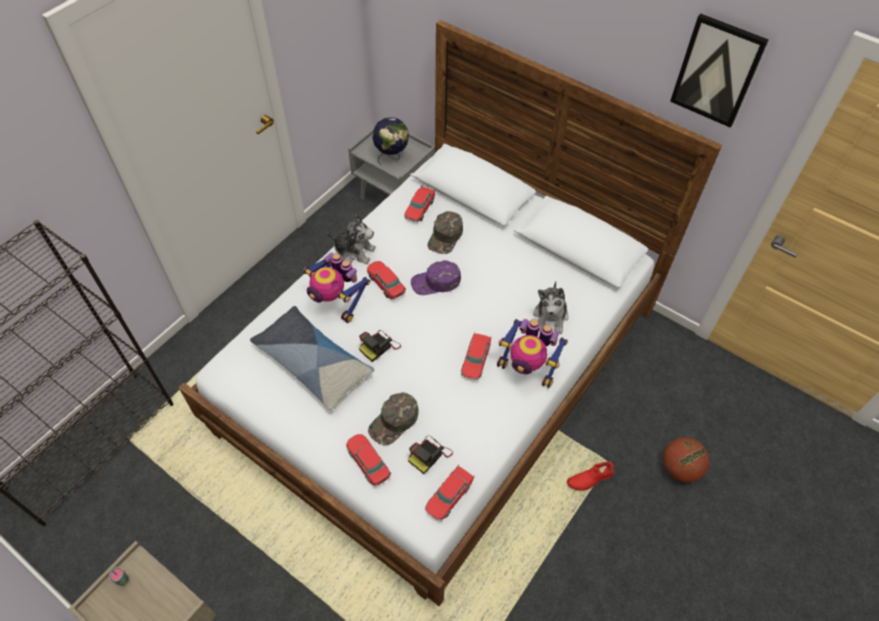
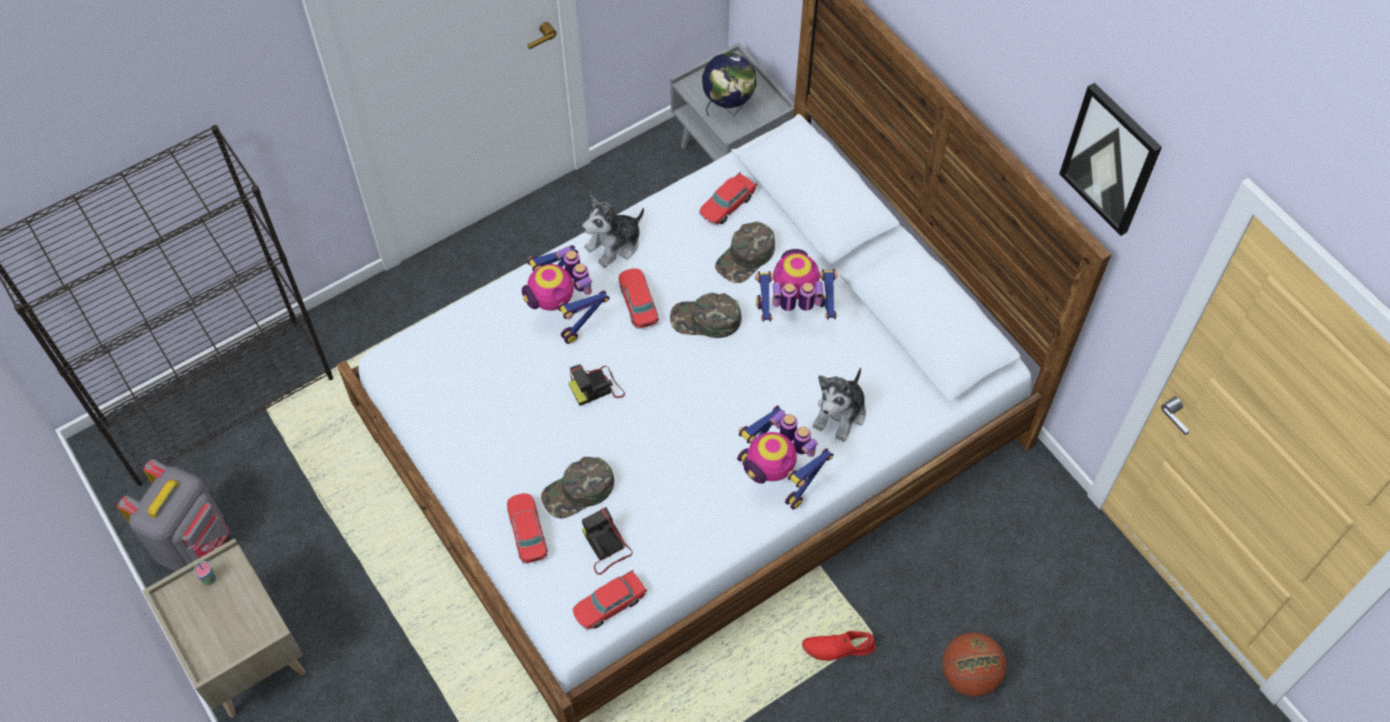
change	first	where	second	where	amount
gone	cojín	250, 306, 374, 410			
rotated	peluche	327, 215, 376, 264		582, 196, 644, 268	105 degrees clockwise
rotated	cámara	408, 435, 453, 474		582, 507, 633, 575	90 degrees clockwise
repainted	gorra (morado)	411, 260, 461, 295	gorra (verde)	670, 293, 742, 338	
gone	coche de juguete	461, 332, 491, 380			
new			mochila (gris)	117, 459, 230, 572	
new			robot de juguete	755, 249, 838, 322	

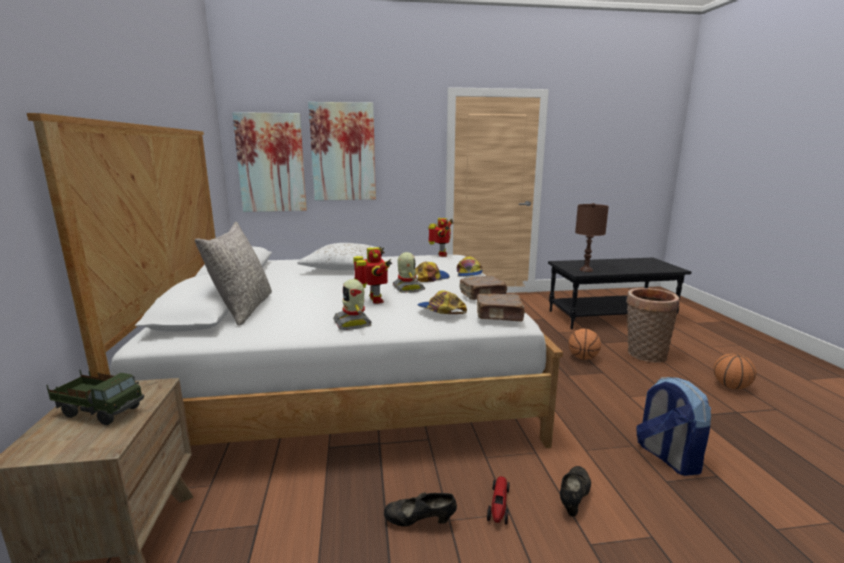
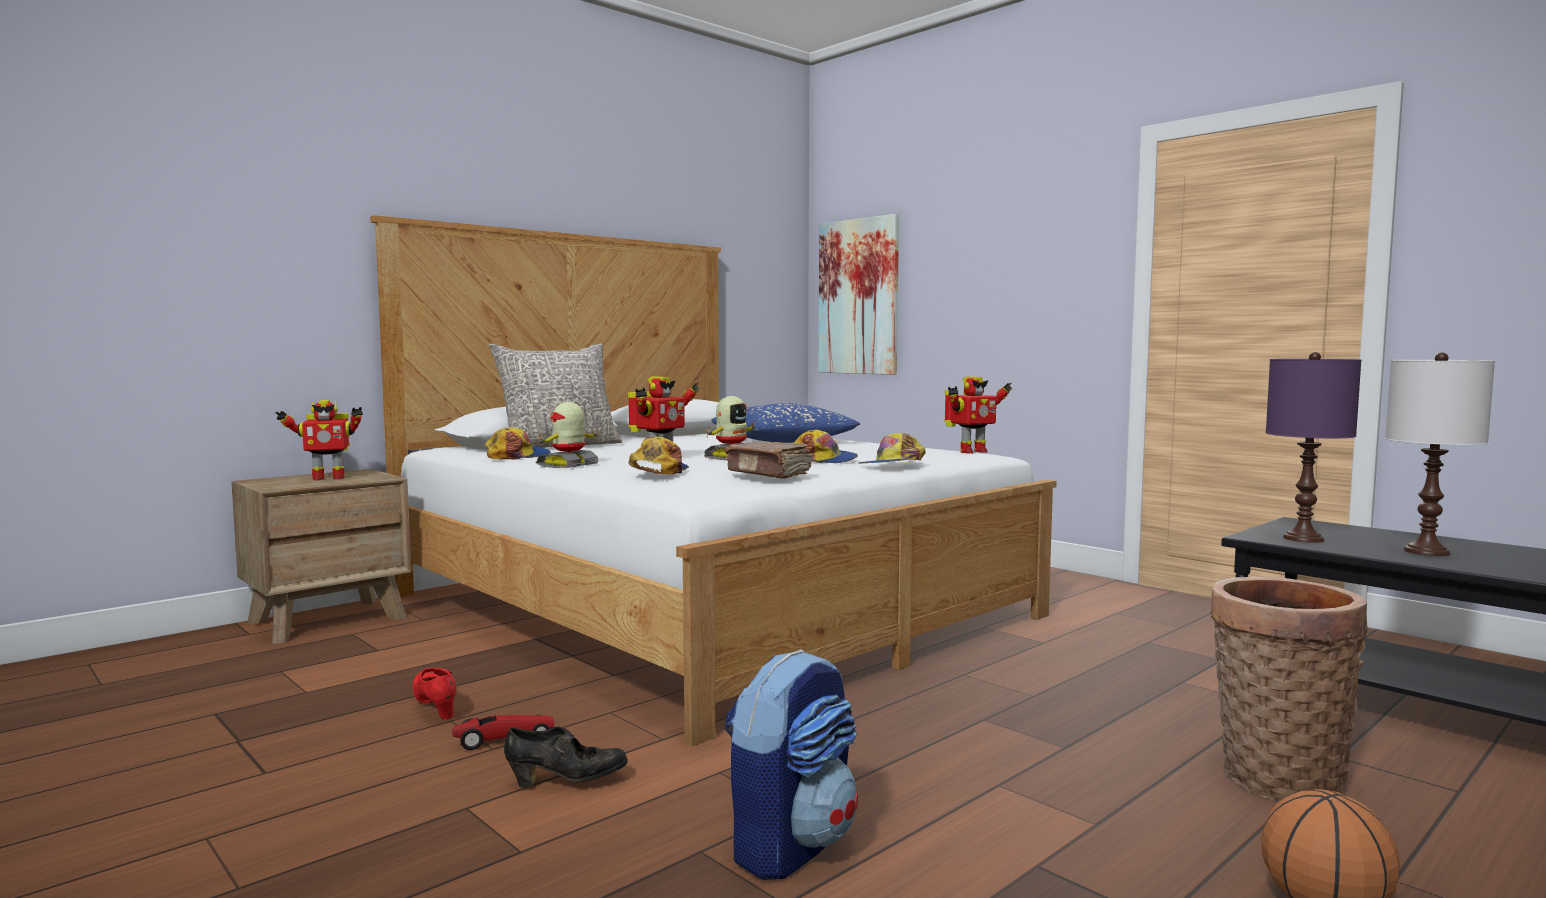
change	first	where	second	where	amount
swapped	camión de juguete	46, 369, 144, 425	robot de juguete	275, 400, 363, 480	
repainted	cojín (blanco)	297, 243, 376, 270	cojín (azul)	711, 403, 860, 443	
gone	cuadro	308, 102, 376, 201			
repainted	zapato (negro)	384, 492, 457, 527	zapato (rojo)	413, 667, 457, 720	
gone	libro (marrón)	476, 294, 525, 321			
gone	balón de baloncesto	568, 328, 601, 360			
repainted	lámpara de mesa (marrón)	575, 203, 609, 272	lámpara de mesa (morado)	1266, 352, 1361, 543	
new			gorra	484, 428, 551, 459	
new			lámpara de mesa (blanco)	1385, 352, 1495, 556	

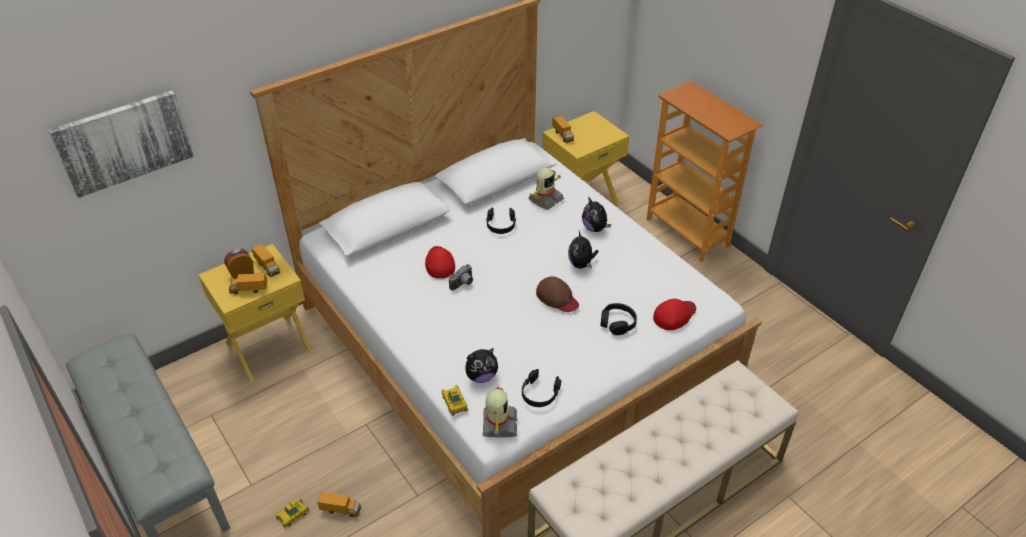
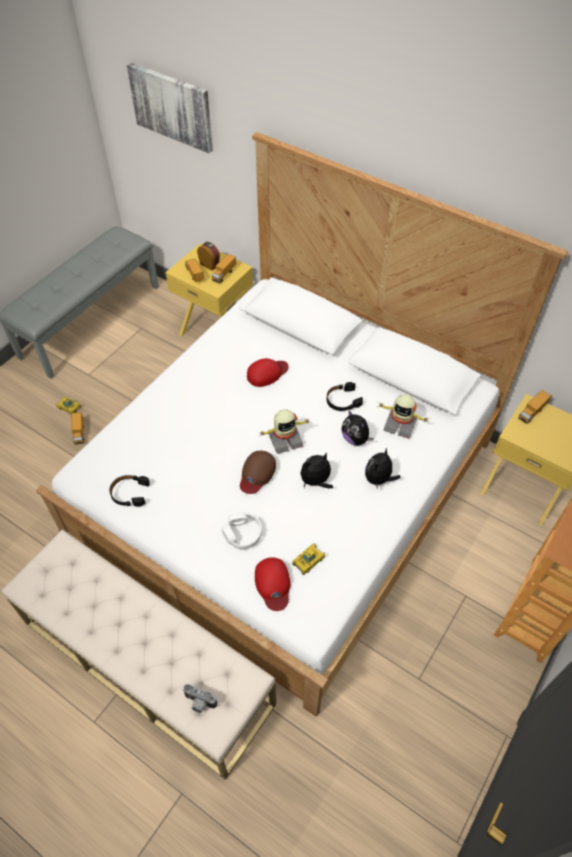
change	first	where	second	where	amount
shifted	coche de juguete	442, 385, 468, 416		292, 544, 325, 575	
shifted	cámara	449, 264, 473, 291		182, 684, 217, 713	
shifted	peluche	465, 348, 498, 383		342, 411, 374, 445	
shifted	robot de juguete	483, 385, 517, 439		259, 409, 311, 454	
repainted	auriculares (negro)	600, 303, 637, 335	auriculares (blanco)	222, 512, 262, 550	
rotated	gorra (rojo)	653, 299, 696, 330		255, 557, 290, 611	45 degrees clockwise

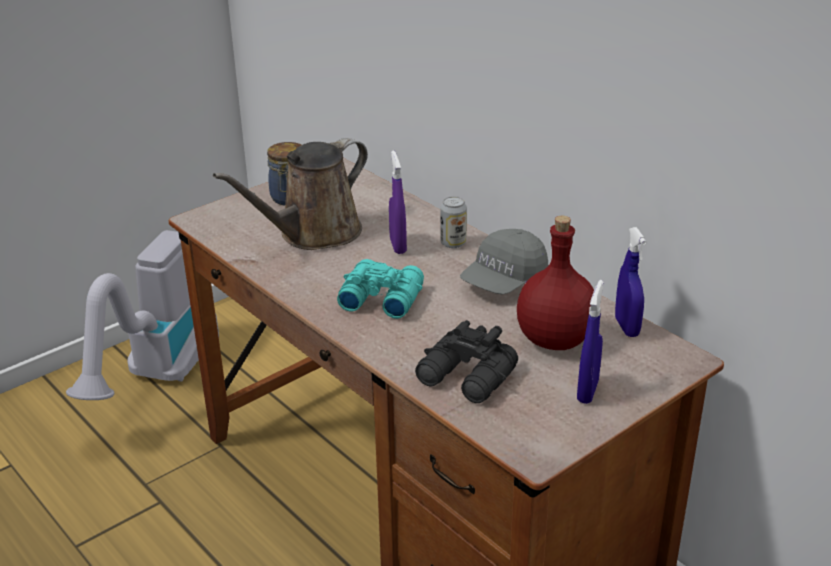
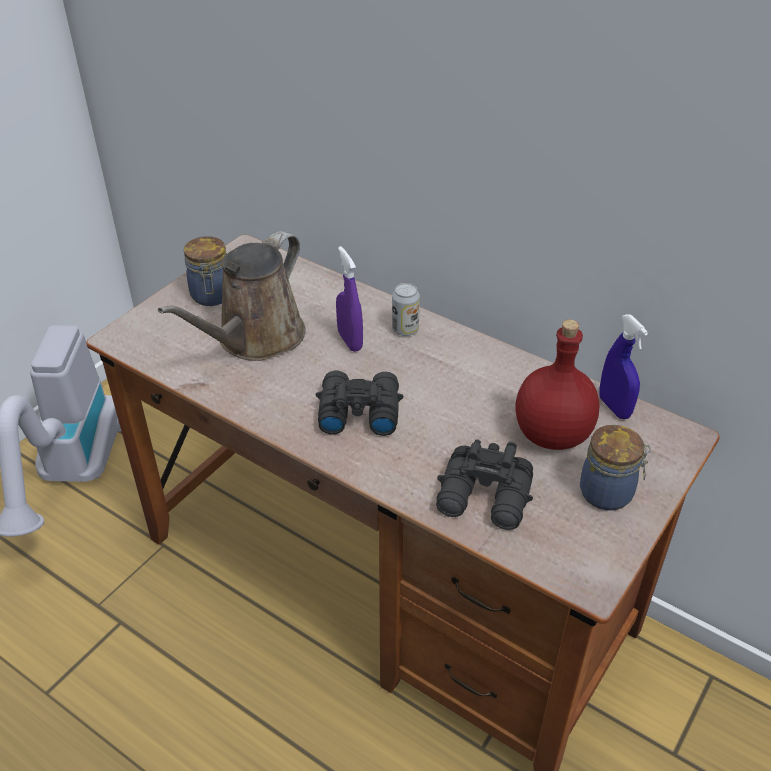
change	first	where	second	where	amount
repainted	prismáticos (turquesa)	337, 259, 424, 319	prismáticos (negro)	316, 370, 403, 436	
gone	gorra (gris)	460, 229, 548, 294			
swapped	pulverizador (azul)	577, 280, 604, 404	tarro	580, 425, 651, 511	

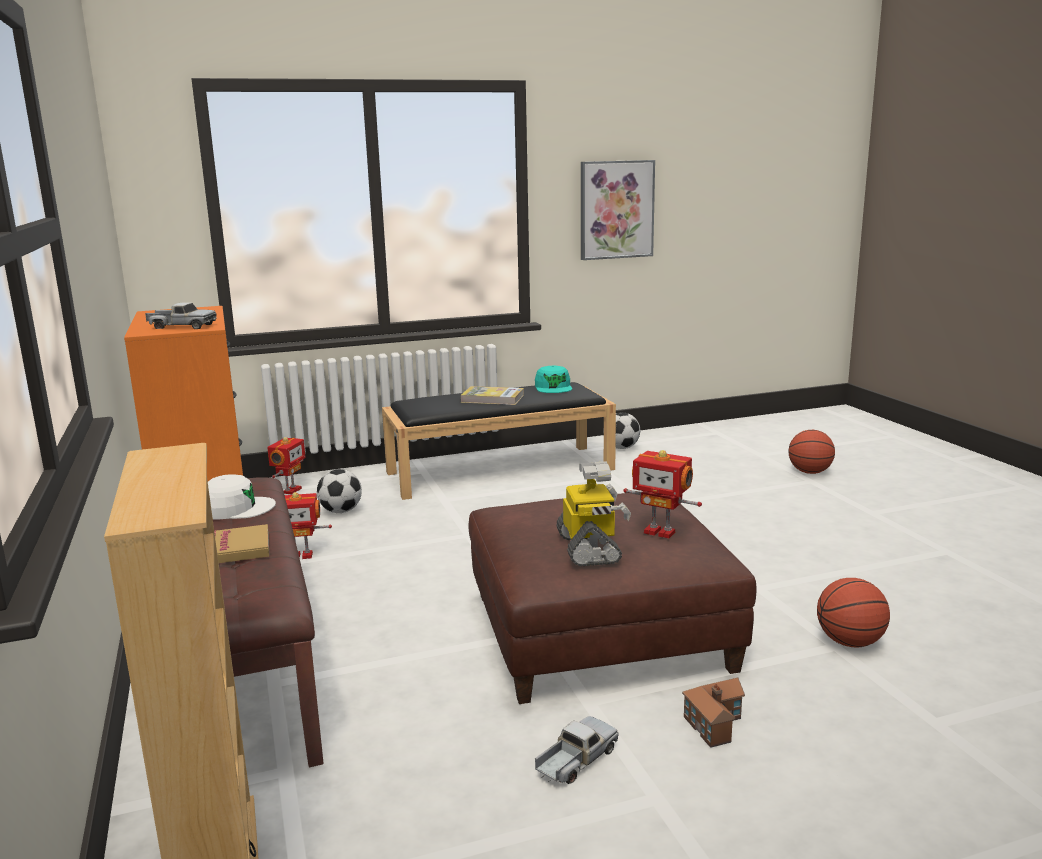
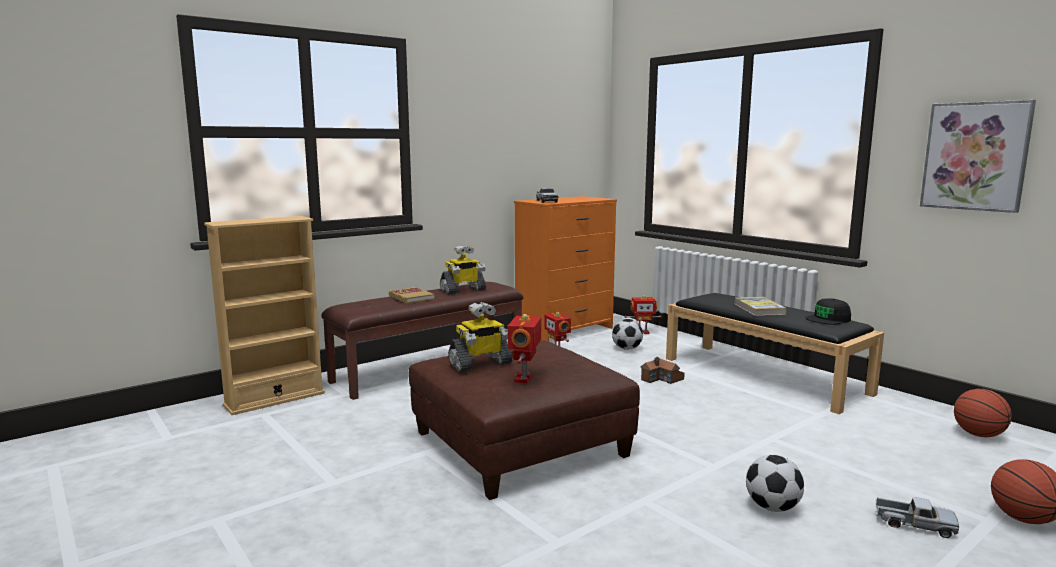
change	first	where	second	where	amount
swapped	gorra (blanco)	208, 474, 276, 520	robot de juguete	440, 245, 486, 294	
repainted	gorra (turquesa)	535, 366, 572, 393	gorra (negro)	806, 298, 851, 325	
shifted	camión de juguete	535, 716, 619, 784		875, 497, 959, 538	
shifted	balón de fútbol	603, 412, 640, 449		746, 455, 804, 512	
shifted	casita	682, 678, 745, 748		640, 357, 685, 384	
shifted	balón de baloncesto	817, 578, 890, 647		954, 389, 1012, 437	

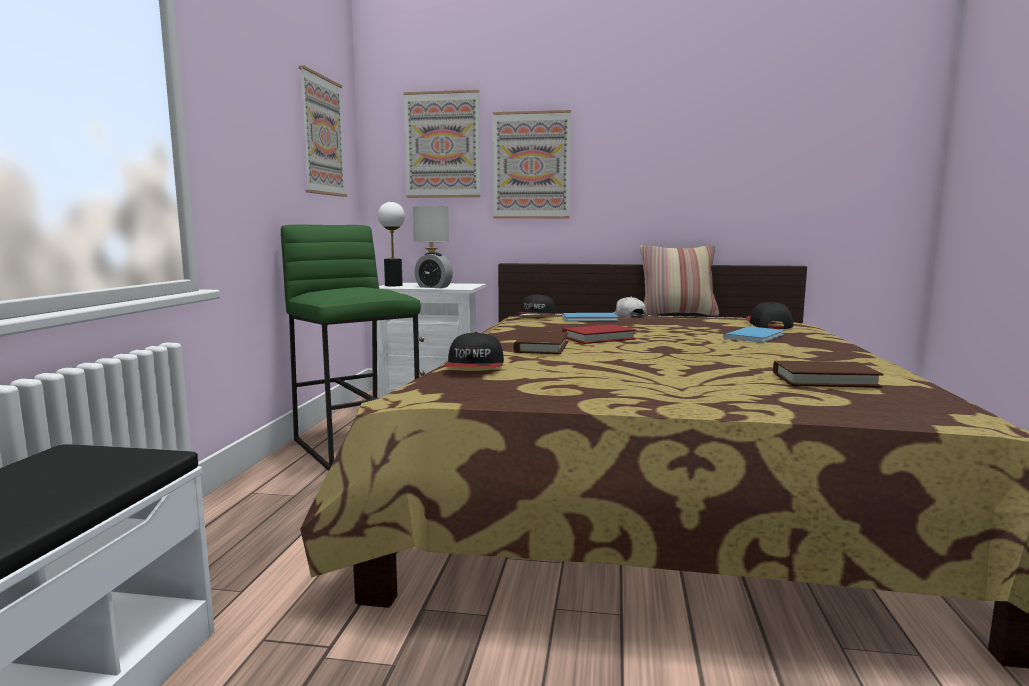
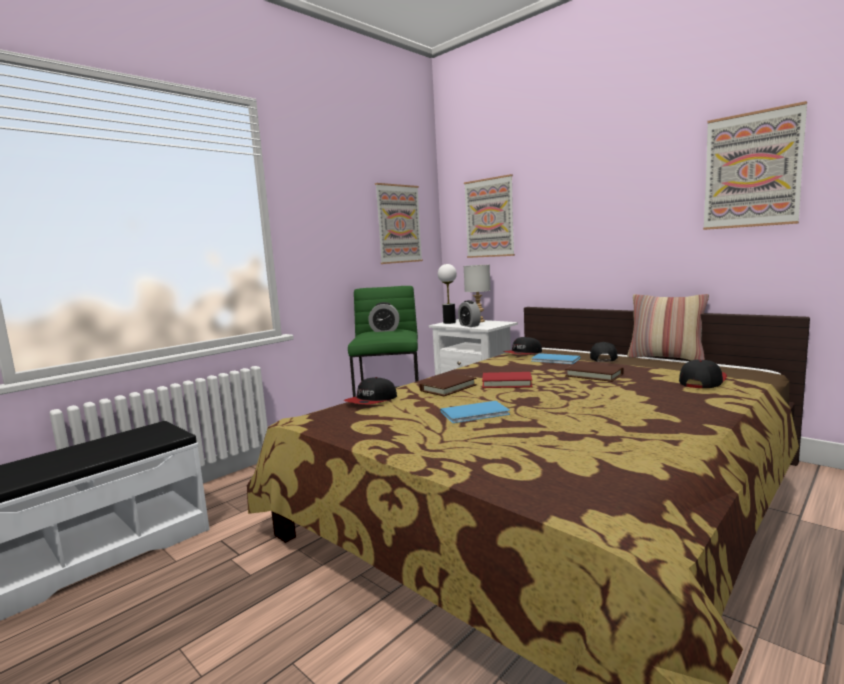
change	first	where	second	where	amount
shifted	cuadro	493, 110, 571, 219		703, 101, 807, 230	
repainted	gorra (blanco)	613, 296, 646, 318	gorra (negro)	590, 342, 618, 362	
shifted	libro (azul)	723, 326, 785, 343		440, 401, 510, 423	
shifted	libro (marrón)	773, 361, 884, 388		565, 363, 624, 382	
new			despertador	368, 302, 400, 332	

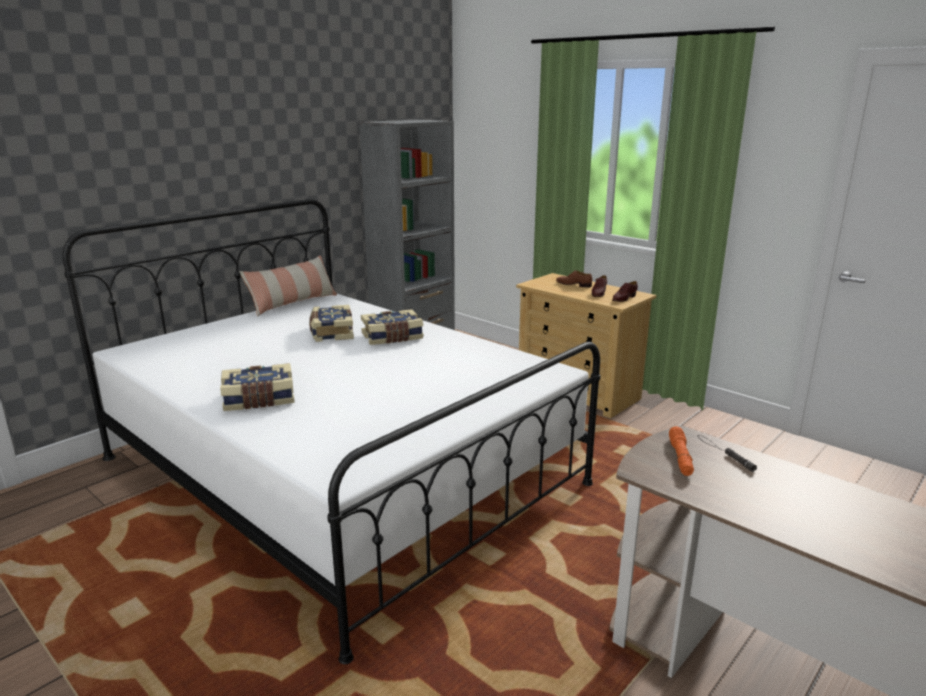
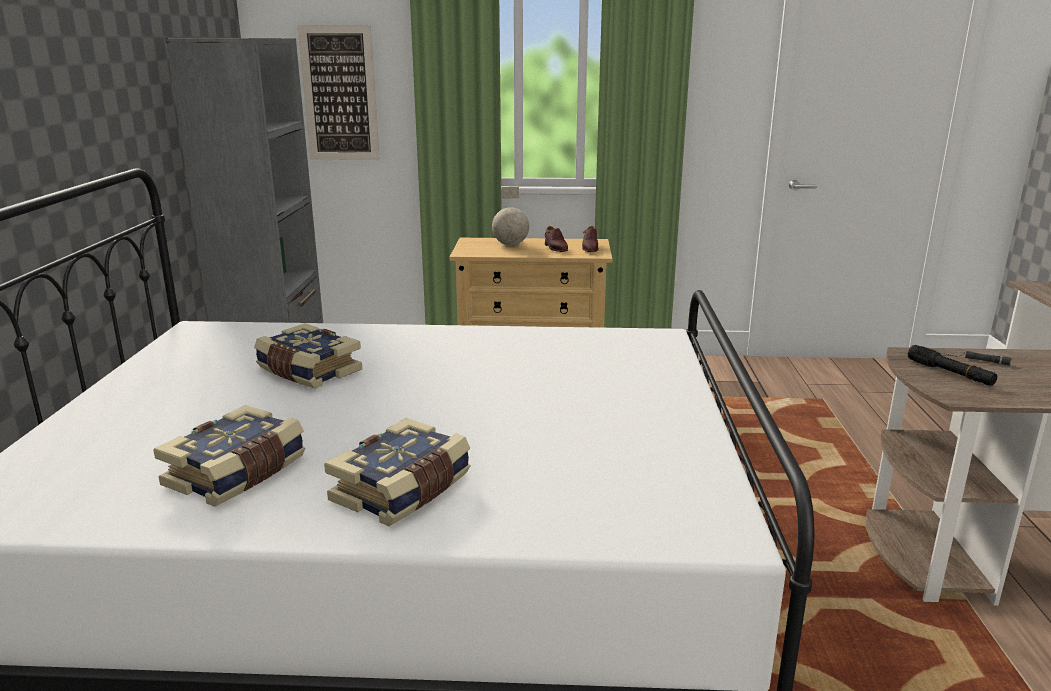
change	first	where	second	where	amount
gone	cojín	239, 255, 337, 317			
shifted	libro	361, 309, 424, 345		153, 405, 306, 507	
swapped	zapato (marrón)	556, 270, 592, 288	globo terráqueo	492, 187, 529, 245	
repainted	linterna (naranja)	669, 426, 694, 476	linterna (negro)	908, 345, 997, 386	
new			cuadro	297, 25, 380, 160	

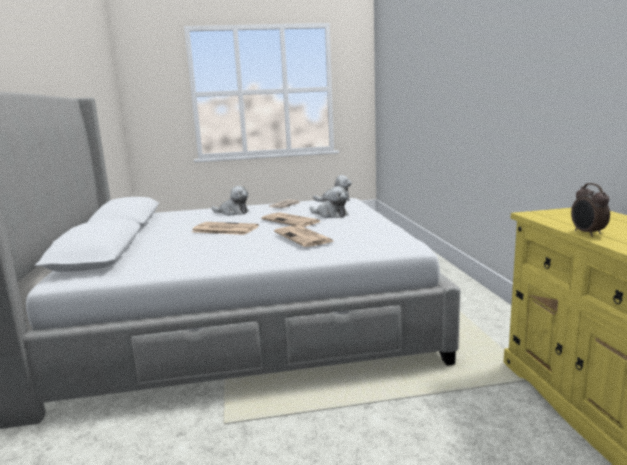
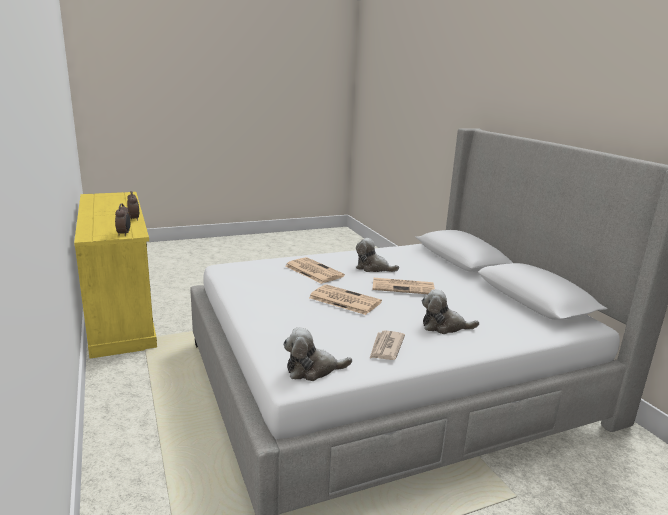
change	first	where	second	where	amount
shifted	peluche	310, 186, 348, 218		356, 238, 399, 272	
new			despertador	115, 203, 130, 236	

